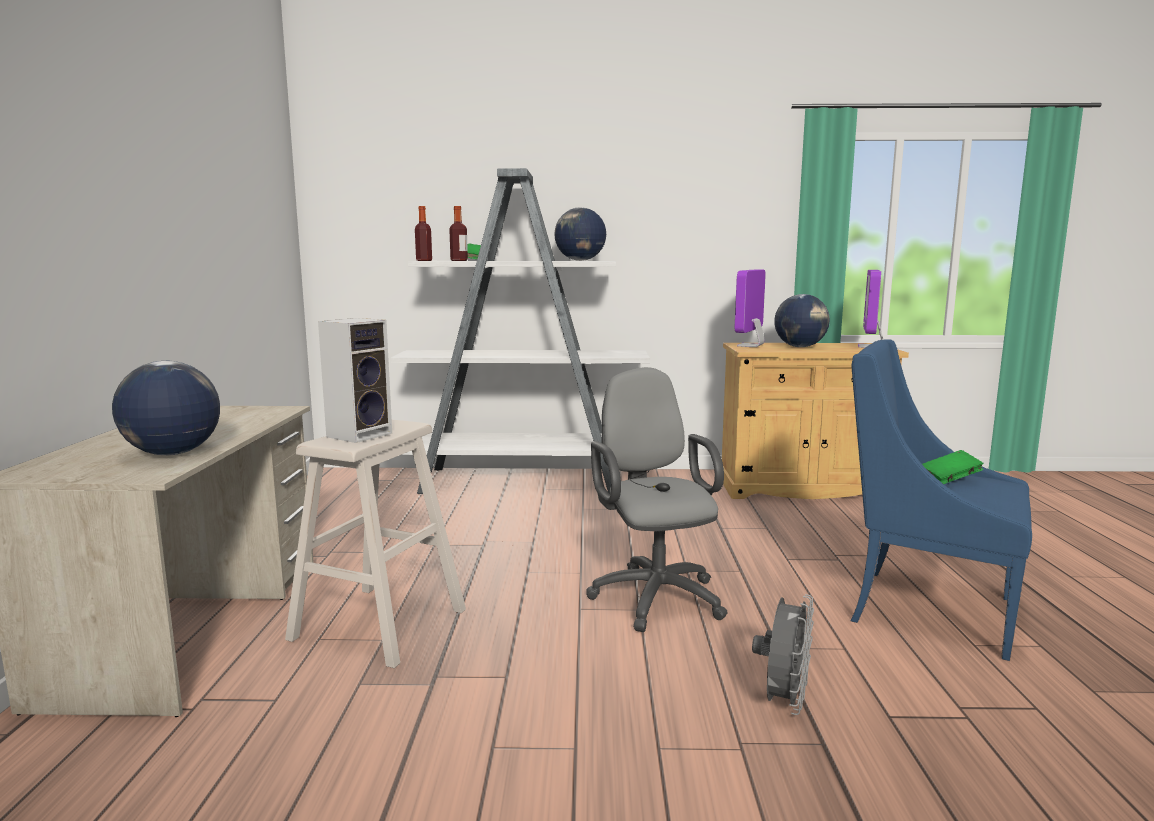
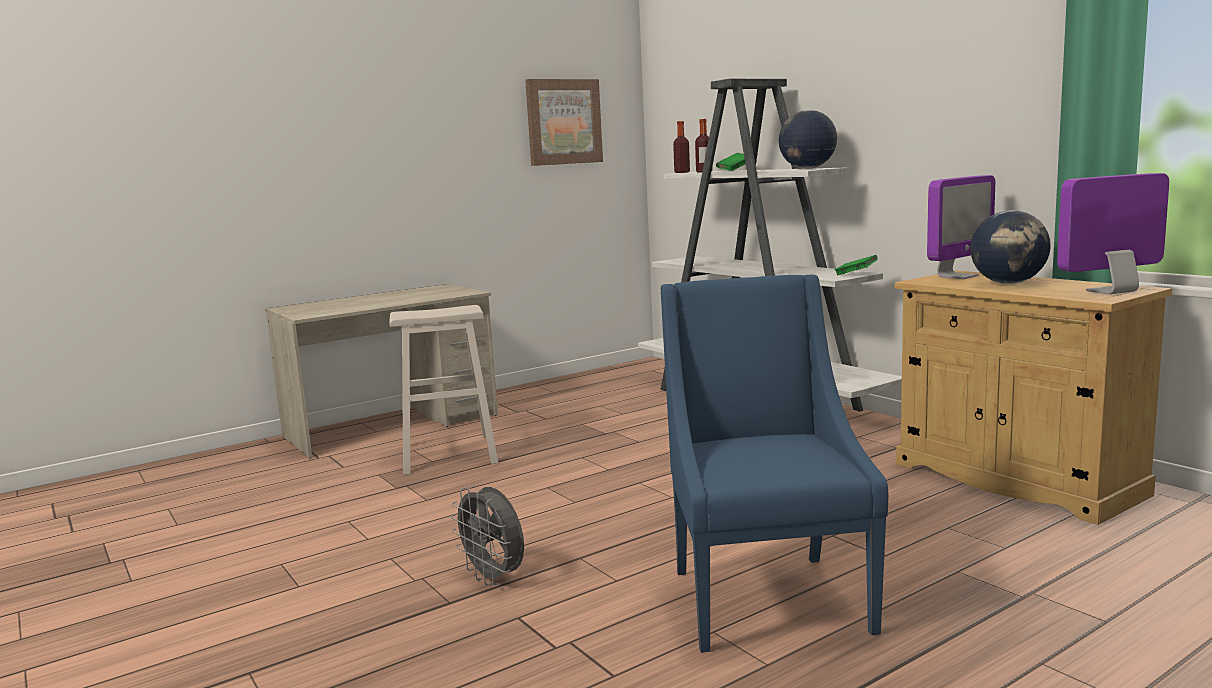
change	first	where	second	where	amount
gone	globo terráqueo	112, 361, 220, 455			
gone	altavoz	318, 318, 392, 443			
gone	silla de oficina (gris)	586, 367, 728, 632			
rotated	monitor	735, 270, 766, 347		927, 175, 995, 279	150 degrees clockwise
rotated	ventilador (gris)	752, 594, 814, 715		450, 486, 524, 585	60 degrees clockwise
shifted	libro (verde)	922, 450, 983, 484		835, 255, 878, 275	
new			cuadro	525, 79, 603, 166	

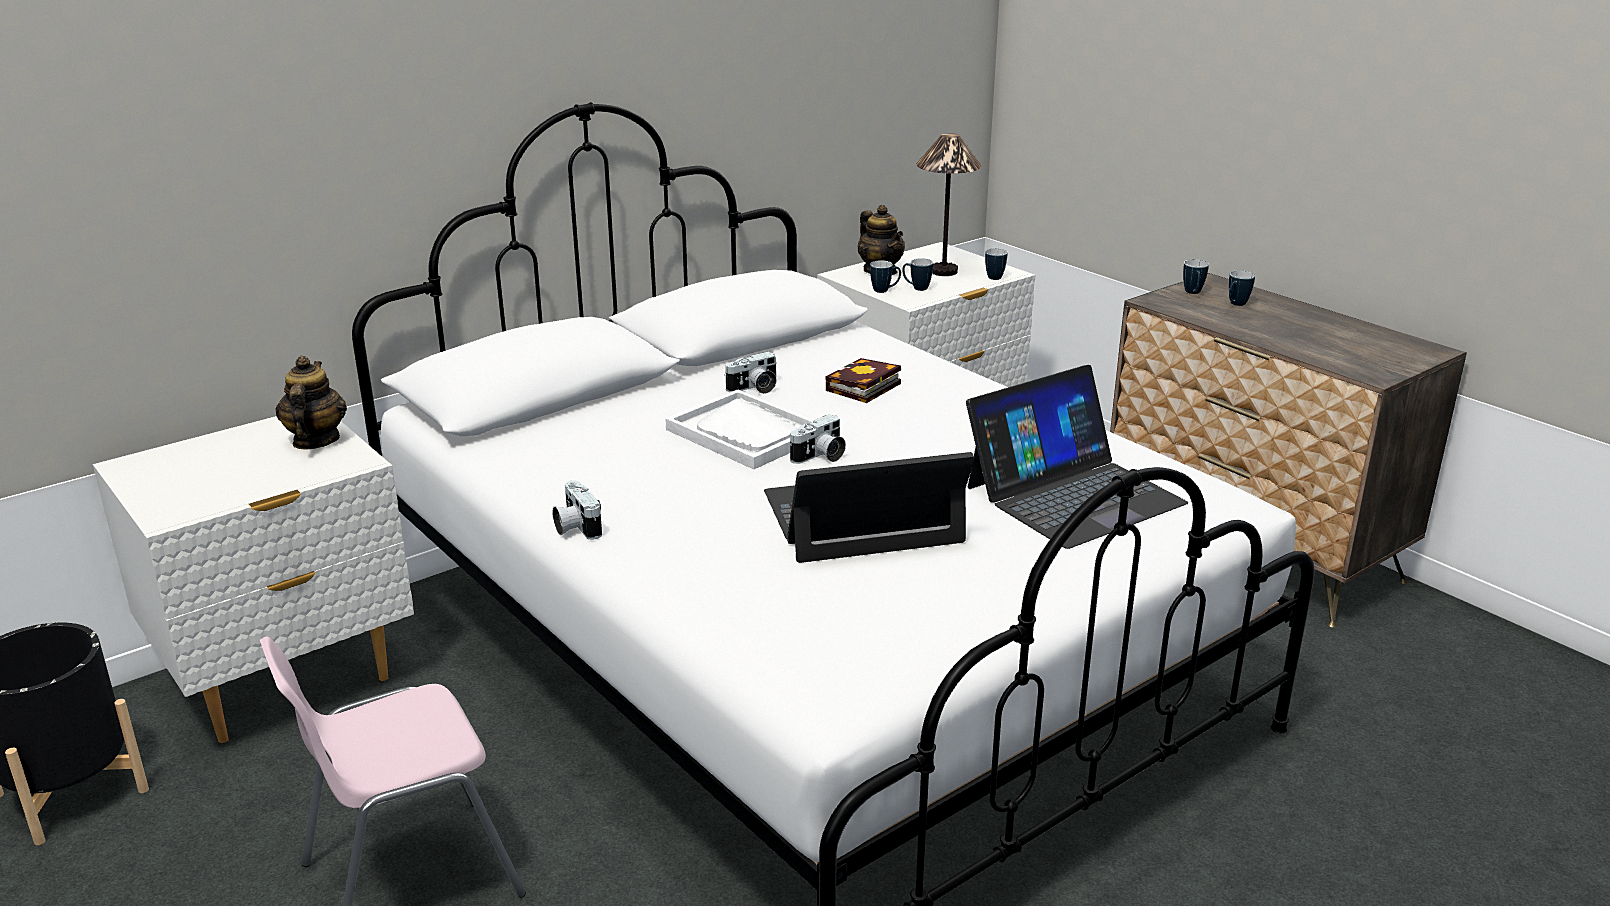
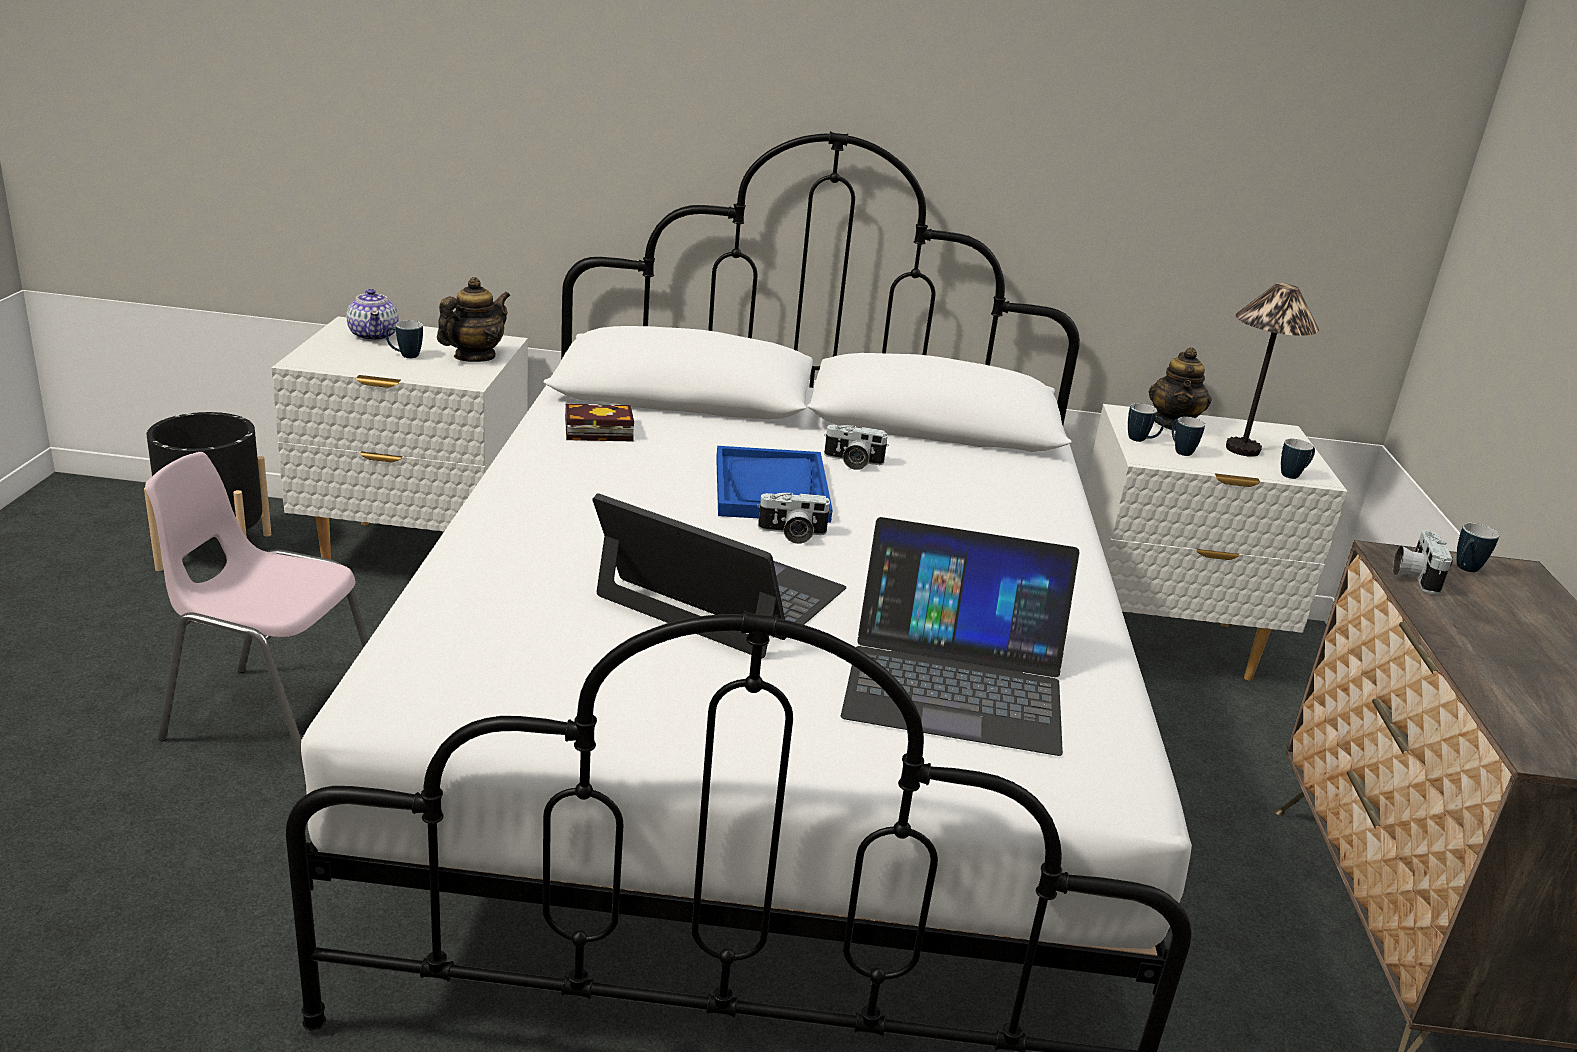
change	first	where	second	where	amount
shifted	cámara	552, 481, 602, 540		1393, 530, 1453, 594	
repainted	bandeja (blanco)	665, 389, 814, 469	bandeja (azul)	716, 446, 833, 523	
shifted	libro	825, 358, 901, 403		565, 404, 634, 441	
shifted	taza grande	1229, 270, 1255, 306		385, 320, 423, 358	
new			tetera	346, 289, 399, 341	

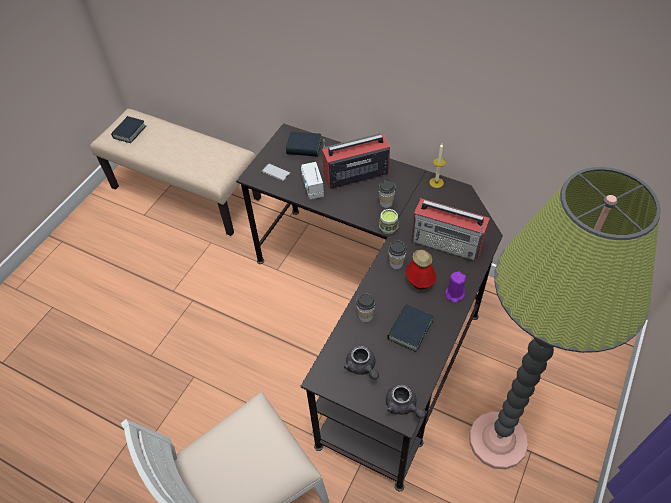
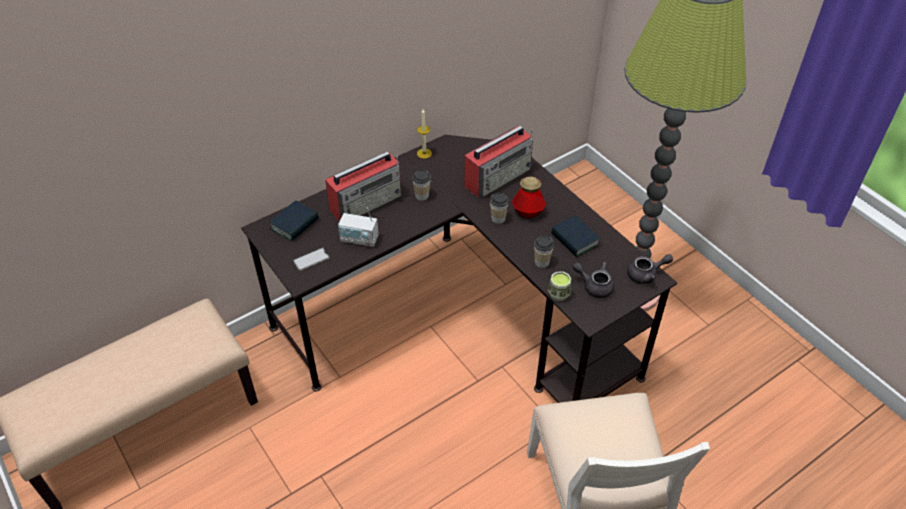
change	first	where	second	where	amount
gone	libro	111, 116, 146, 143			
rotated	radio	322, 133, 390, 189		325, 151, 402, 222	135 degrees counterclockwise
rotated	tetera (gris)	344, 346, 379, 380		573, 262, 614, 298	150 degrees counterclockwise
shifted	taza	379, 209, 399, 235		548, 271, 571, 301	
gone	vela (morado)	446, 271, 466, 303			

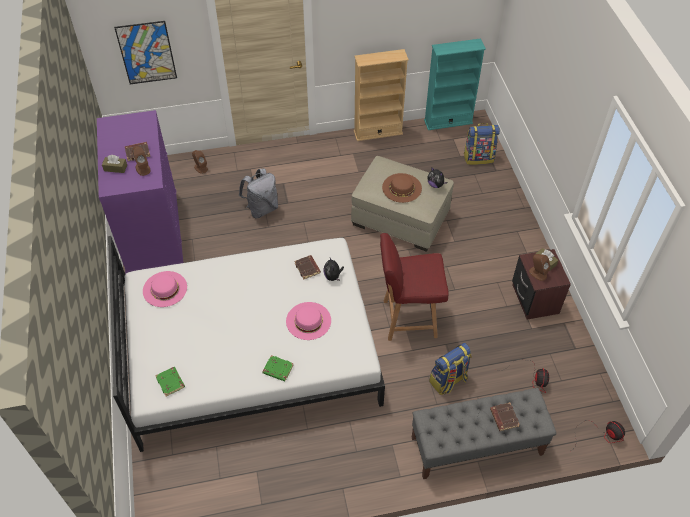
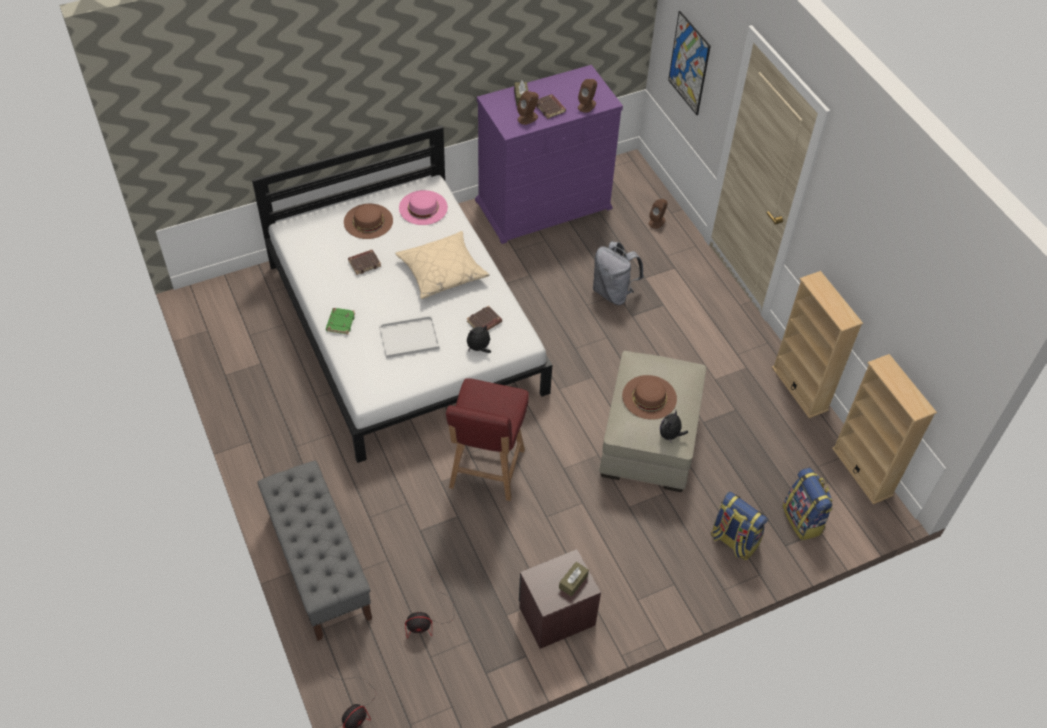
change	first	where	second	where	amount
gone	libro (verde)	155, 367, 185, 397			
swapped	sombrero (rosa)	286, 302, 331, 340	bandeja (blanco)	379, 316, 440, 358	
rotated	silla (rojo)	380, 233, 449, 341		446, 378, 529, 501	150 degrees counterclockwise
repainted	estantería (turquesa)	424, 38, 486, 130	estantería (beis)	832, 354, 937, 505	
shifted	mochila	429, 343, 472, 395		711, 491, 768, 560	
shifted	libro (marrón)	490, 402, 520, 431		348, 250, 381, 275	
shifted	altavoz (marrón)	529, 254, 550, 281		578, 79, 597, 113	
new			sombrero (marrón)	344, 204, 393, 239	
new			cojín (beis)	395, 231, 490, 299	

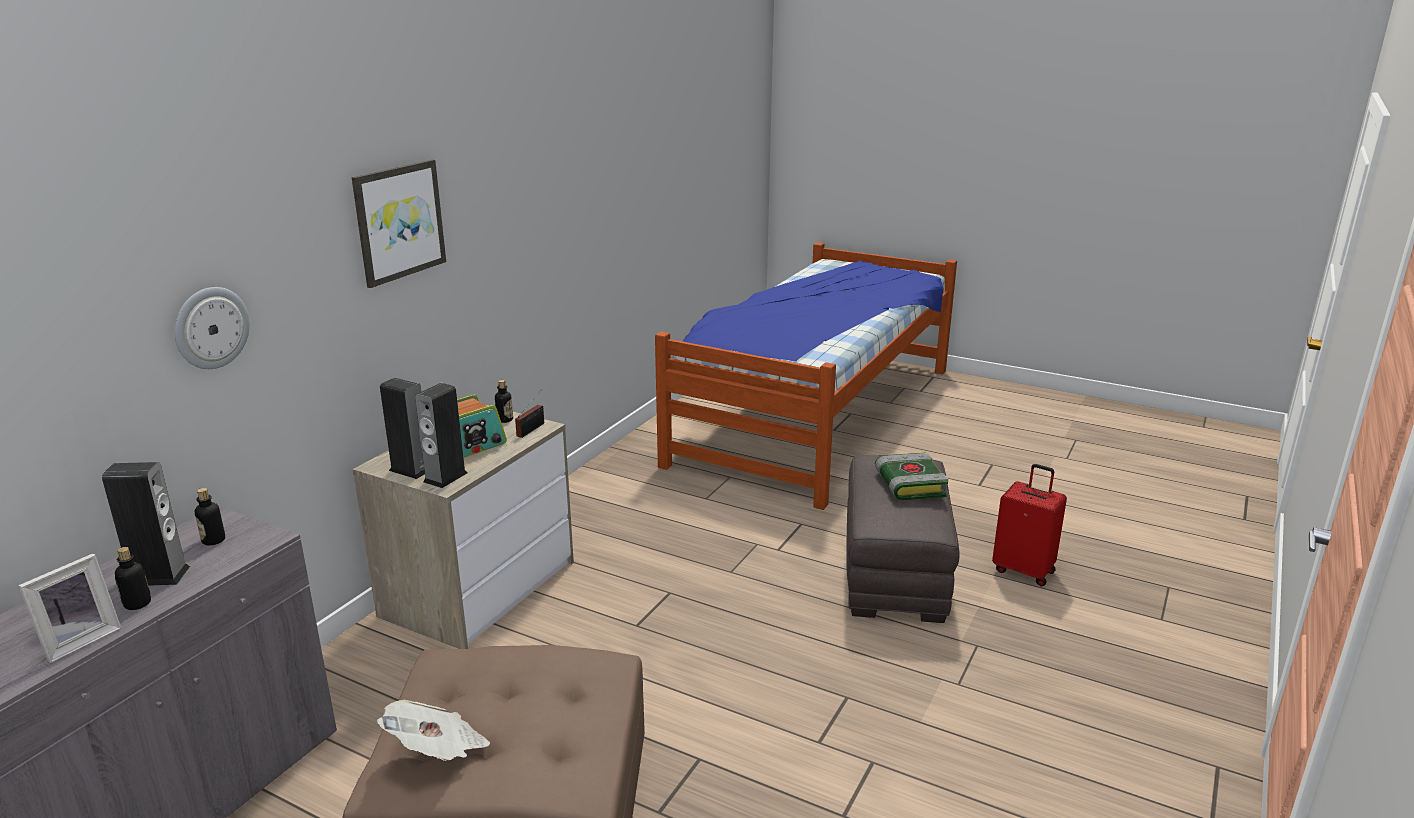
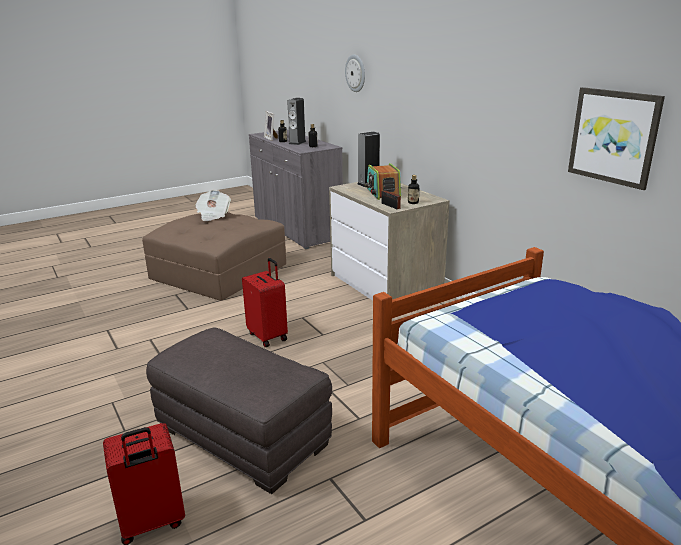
change	first	where	second	where	amount
shifted	cuadro	352, 159, 446, 288		568, 87, 665, 190	
gone	altavoz	415, 383, 468, 488			
gone	libro	875, 452, 948, 500			
new			maleta (rojo)	242, 258, 288, 347	

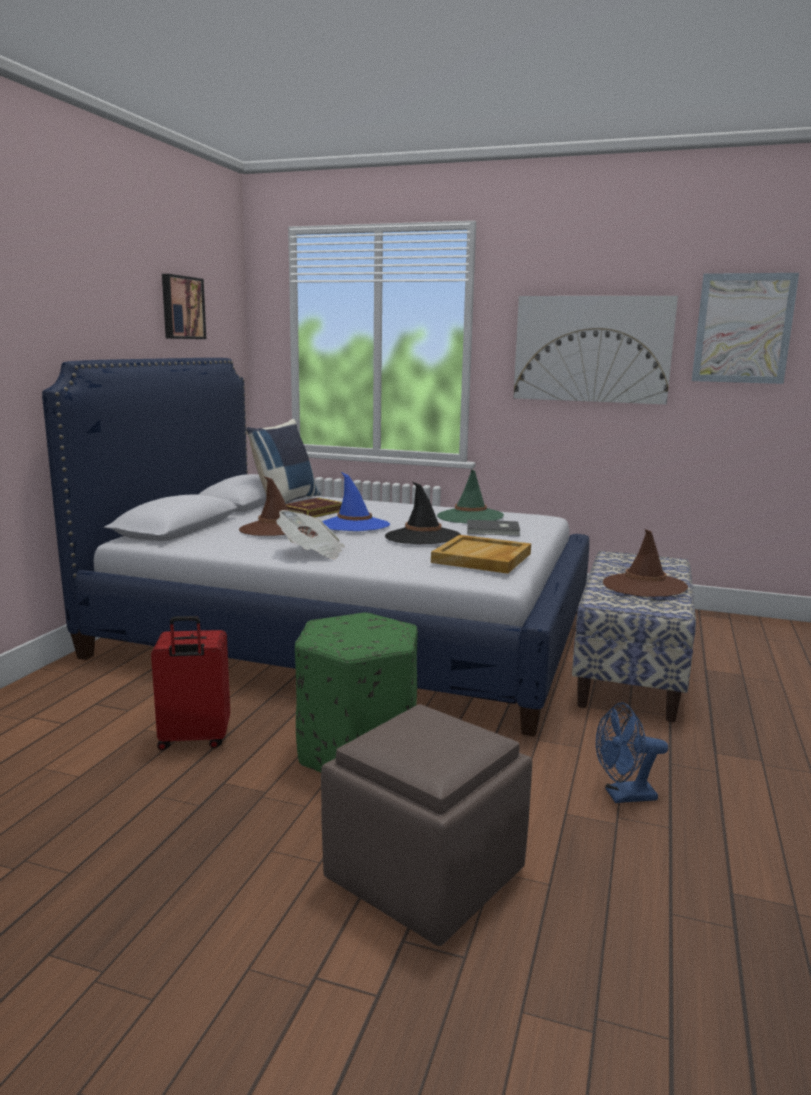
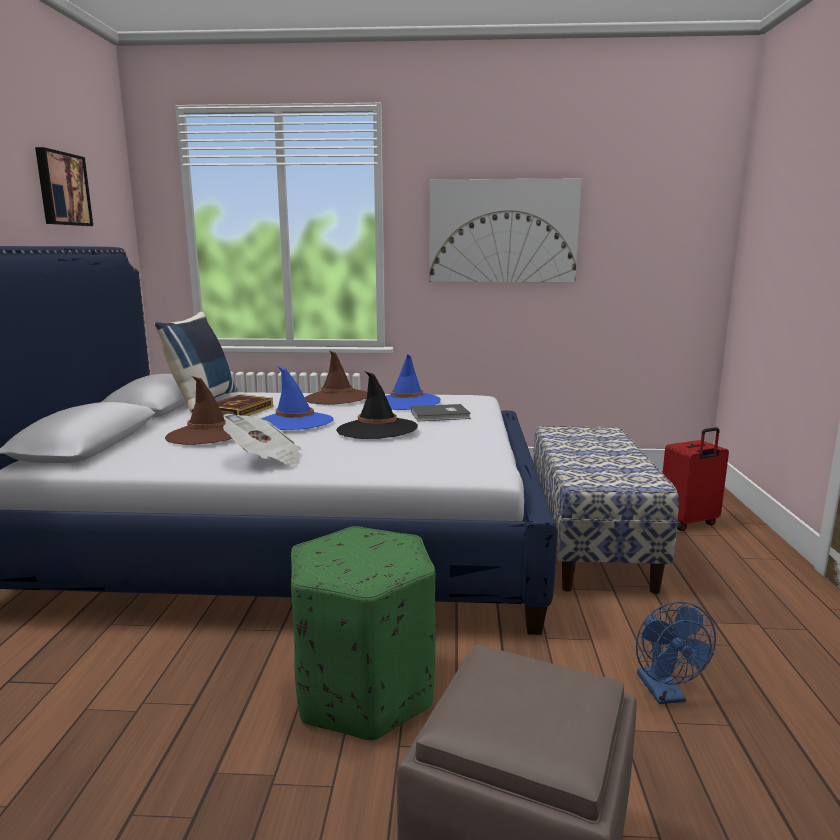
change	first	where	second	where	amount
shifted	maleta (rojo)	151, 616, 230, 750		663, 427, 729, 531	
gone	bandeja (beis)	431, 535, 531, 574			
repainted	sombrero (verde)	437, 469, 504, 523	sombrero (azul)	386, 354, 441, 410	
rotated	ventilador (azul)	596, 703, 668, 803		636, 602, 716, 704	75 degrees counterclockwise
shifted	sombrero (marrón)	603, 529, 688, 597		305, 351, 367, 405	
gone	cuadro	692, 273, 799, 384			

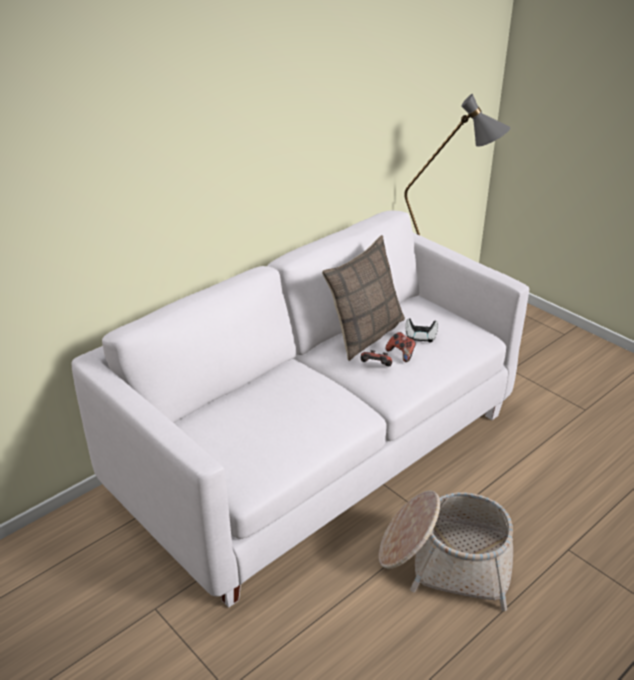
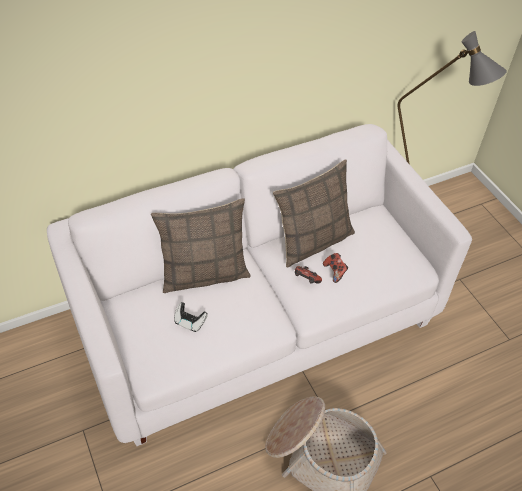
change	first	where	second	where	amount
shifted	mando de consola	405, 318, 438, 343		174, 302, 208, 332	
new			cojín	151, 198, 251, 293	

